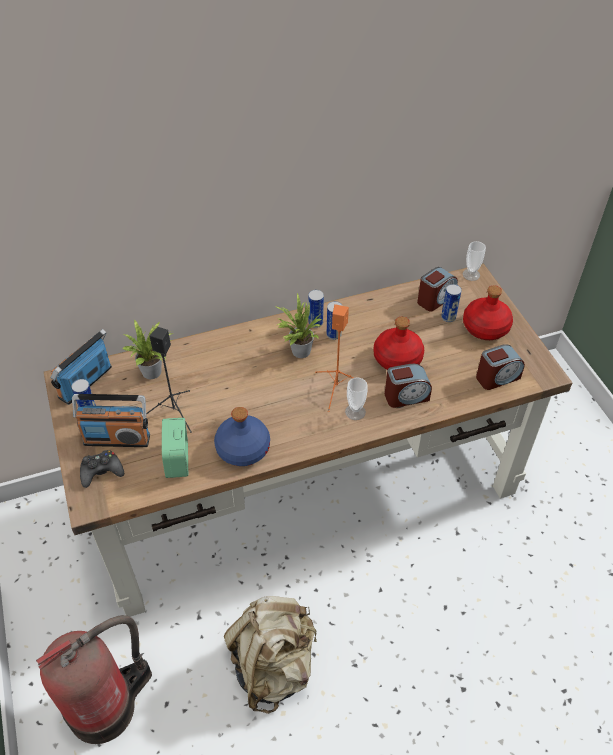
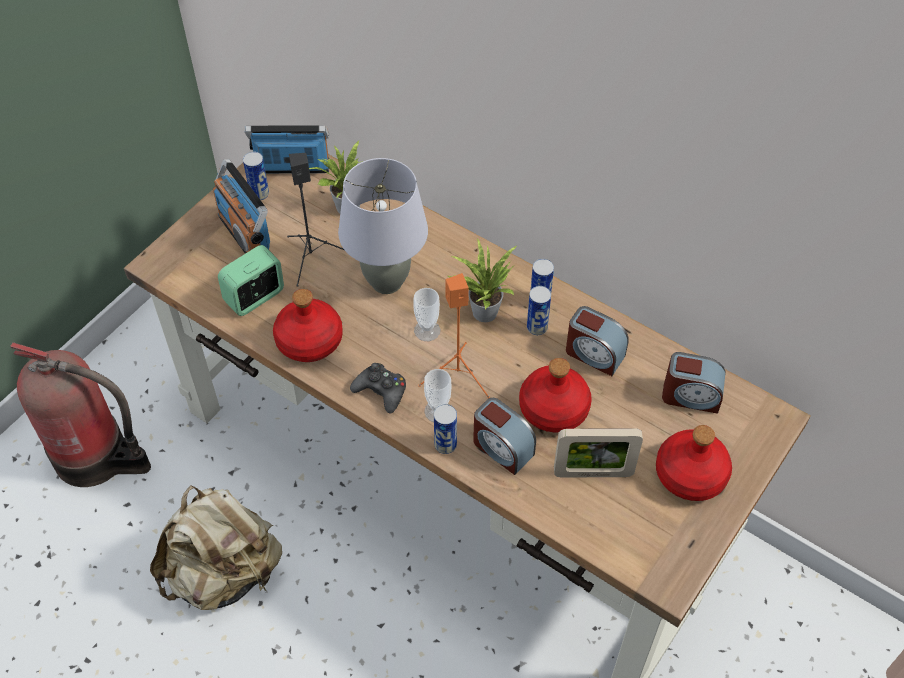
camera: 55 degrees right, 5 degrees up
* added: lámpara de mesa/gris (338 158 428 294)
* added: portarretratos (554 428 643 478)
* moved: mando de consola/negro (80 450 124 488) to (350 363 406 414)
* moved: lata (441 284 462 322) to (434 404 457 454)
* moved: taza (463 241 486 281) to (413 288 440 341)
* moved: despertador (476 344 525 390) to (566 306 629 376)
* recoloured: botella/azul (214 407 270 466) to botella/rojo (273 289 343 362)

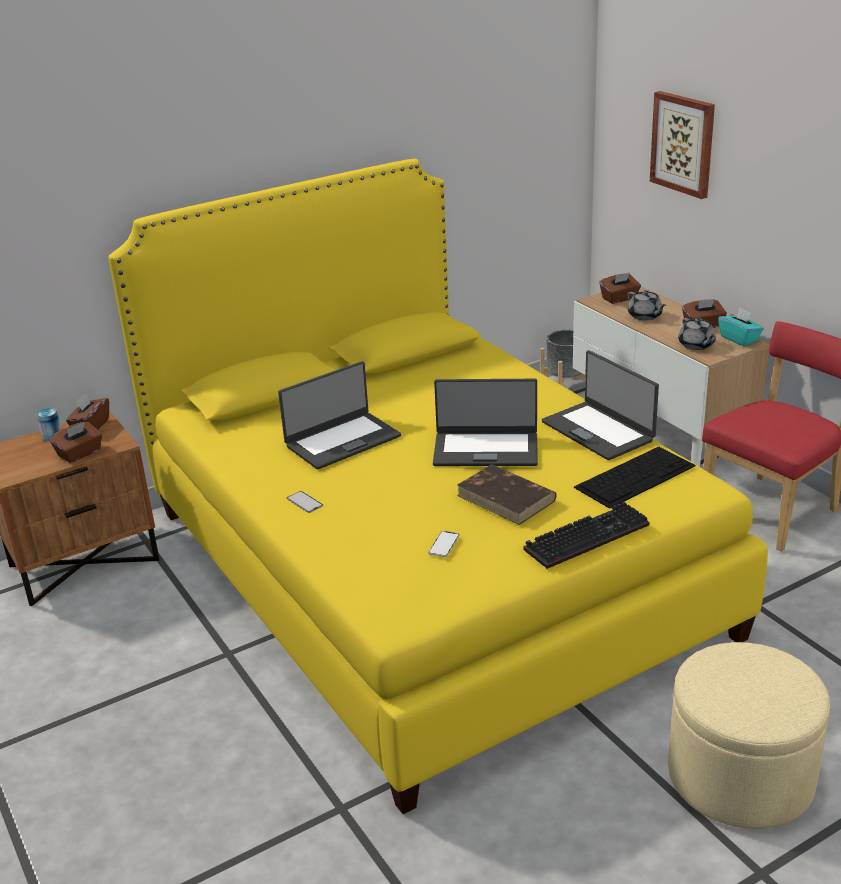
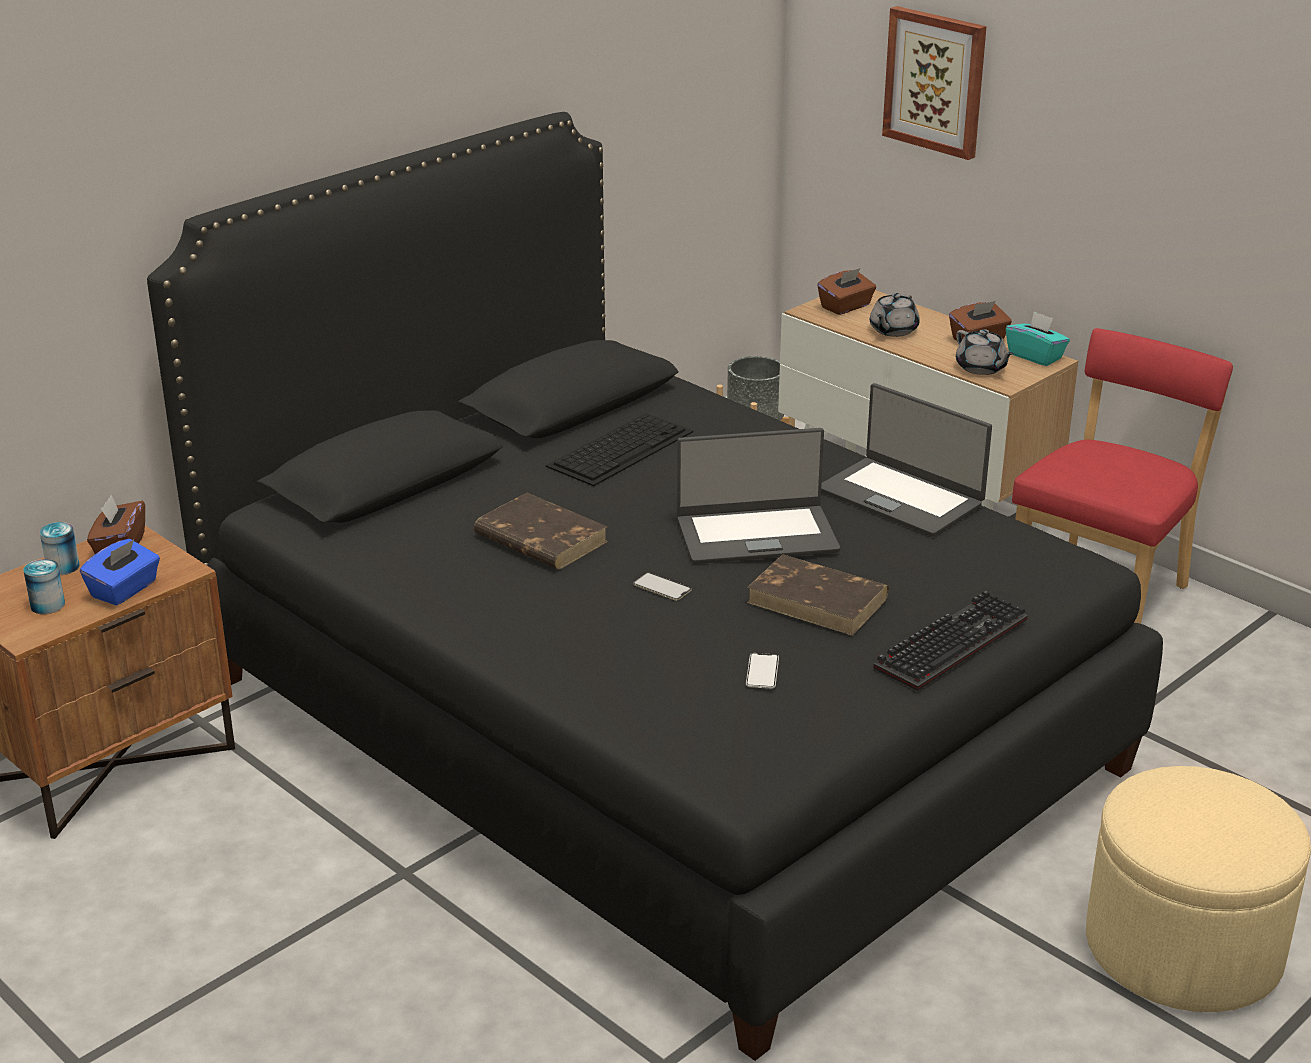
camera: 15 degrees left, 0 degrees up
* added: lata (23 559 65 614)
* moved: móvil (287 491 323 513) to (633 572 692 601)
* moved: teclado (574 447 696 509) to (546 413 693 486)
* replaced: portátil (278 361 401 469) to libro/marrón (474 493 608 570)
* recoloured: caja de pañuelos/marrón (50 421 102 463) to caja de pañuelos/azul (80 539 160 606)
* recoloured: cama/amarillo (108 159 768 814) to cama/negro (147 112 1163 1061)
* turned: tetera/gris (628 290 666 320) = (870 293 920 337) 75 degrees clockwise

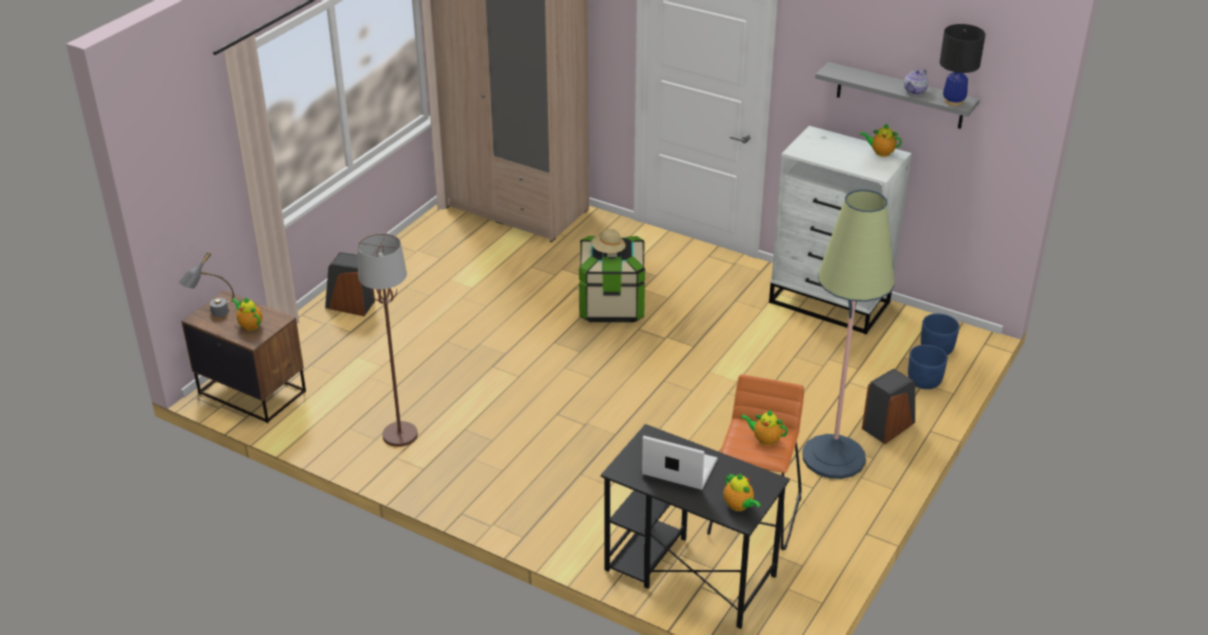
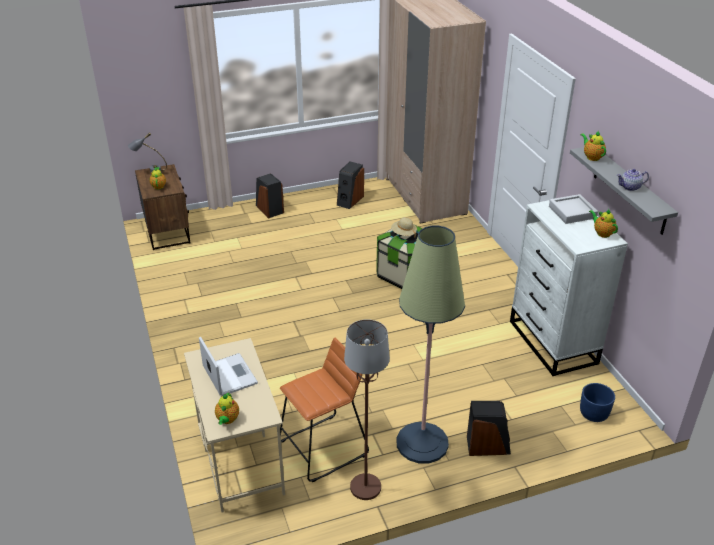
camera: 40 degrees right, 0 degrees up
* removed: maceta/azul (908 345 948 389)
* removed: lámpara de mesa/negro (940 24 985 106)
* added: altavoz (337 162 364 209)
* added: bandeja/gris (549 194 598 224)
* moved: lámpara de pie/marrón (358 233 418 447) to (344 319 390 500)
* moved: tetera (741 409 788 446) to (581 131 606 161)
* recoloured: escritorio/negro (601 424 790 629) to escritorio/beis (184 338 285 512)

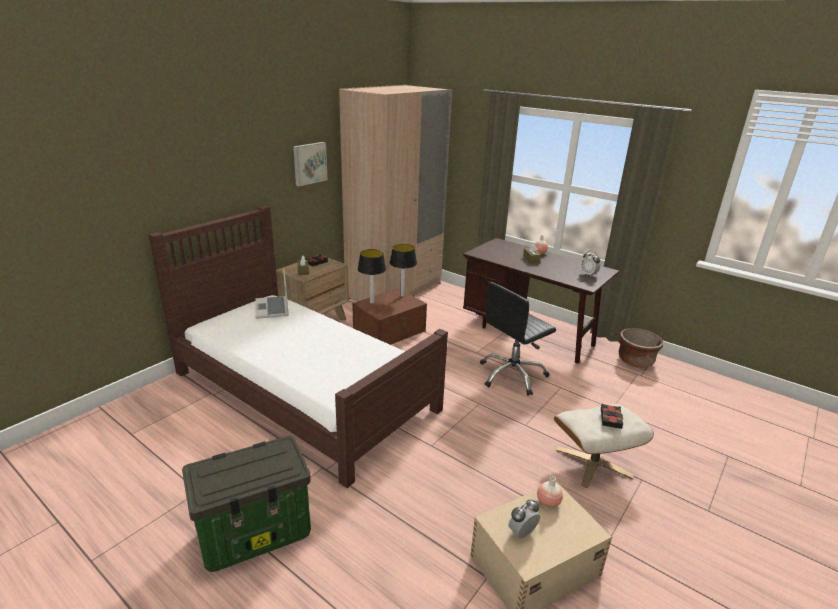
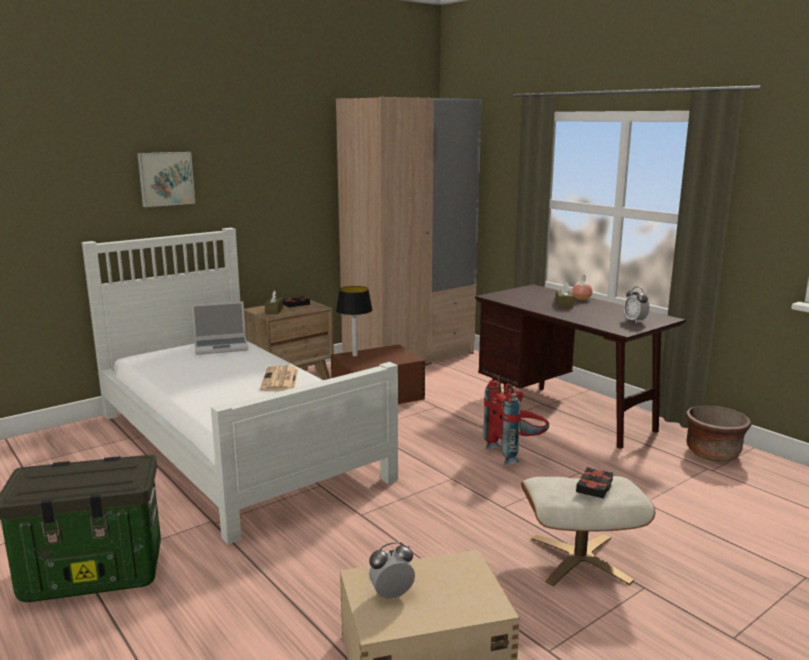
camera: 15 degrees right, 10 degrees down
* removed: lámpara de mesa (389 244 417 297)
* removed: florero (537 477 563 508)
* added: periódico (260 365 298 391)
* moved: cuadro (293 142 328 186) to (137 152 195 207)
* replaced: silla de oficina/negro (480 282 556 396) to mochila/rojo (483 375 549 465)
* recoloured: cama/marrón (148 206 448 488) to cama/blanco (82 228 398 545)
* turned: portátil (255 269 289 319) = (192 301 249 355) 105 degrees counterclockwise

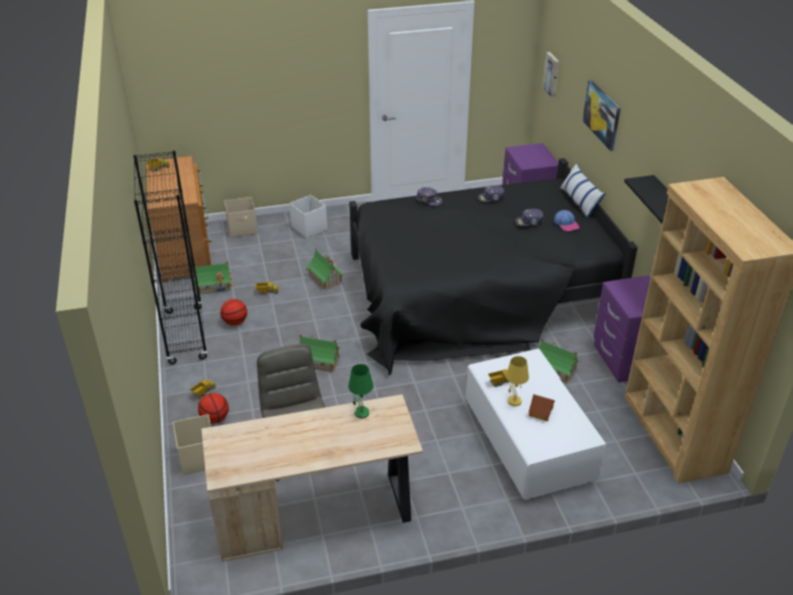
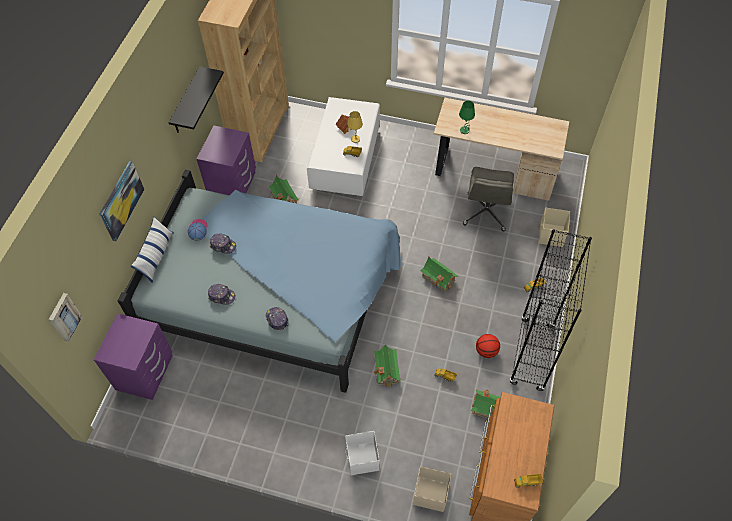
camera: 150 degrees left, 20 degrees up
* removed: balón de baloncesto (198 393 229 424)
* recoloured: cama/negro (349 158 638 375) to cama/azul (117 170 403 393)

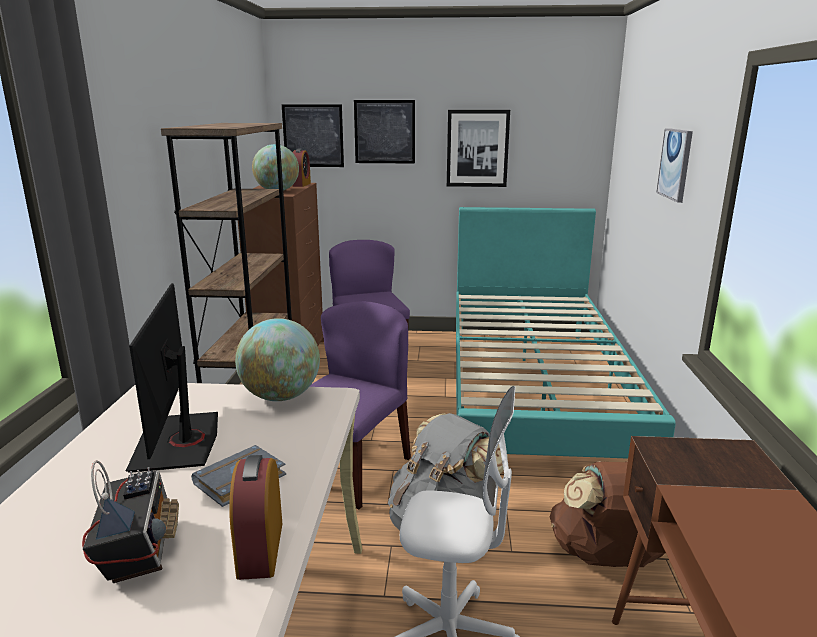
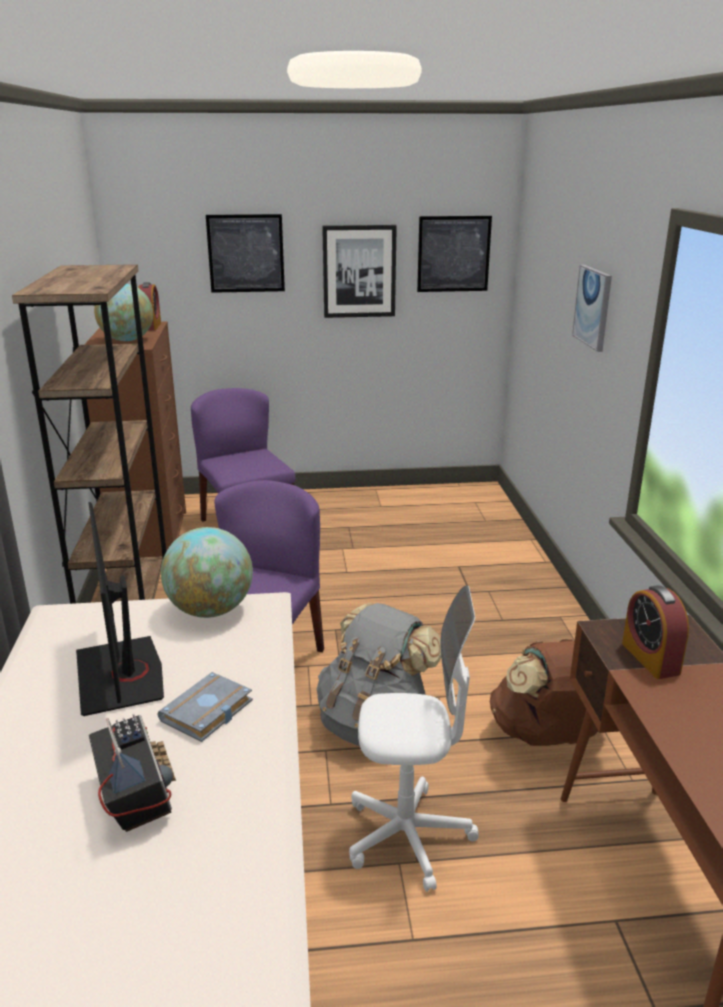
camera: 10 degrees left, 5 degrees up
* removed: cama/turquesa (456 207 676 459)
* moved: despertador (229 455 282 580) to (622 585 689 679)
* moved: cuadro (282 104 344 167) to (417 216 492 292)

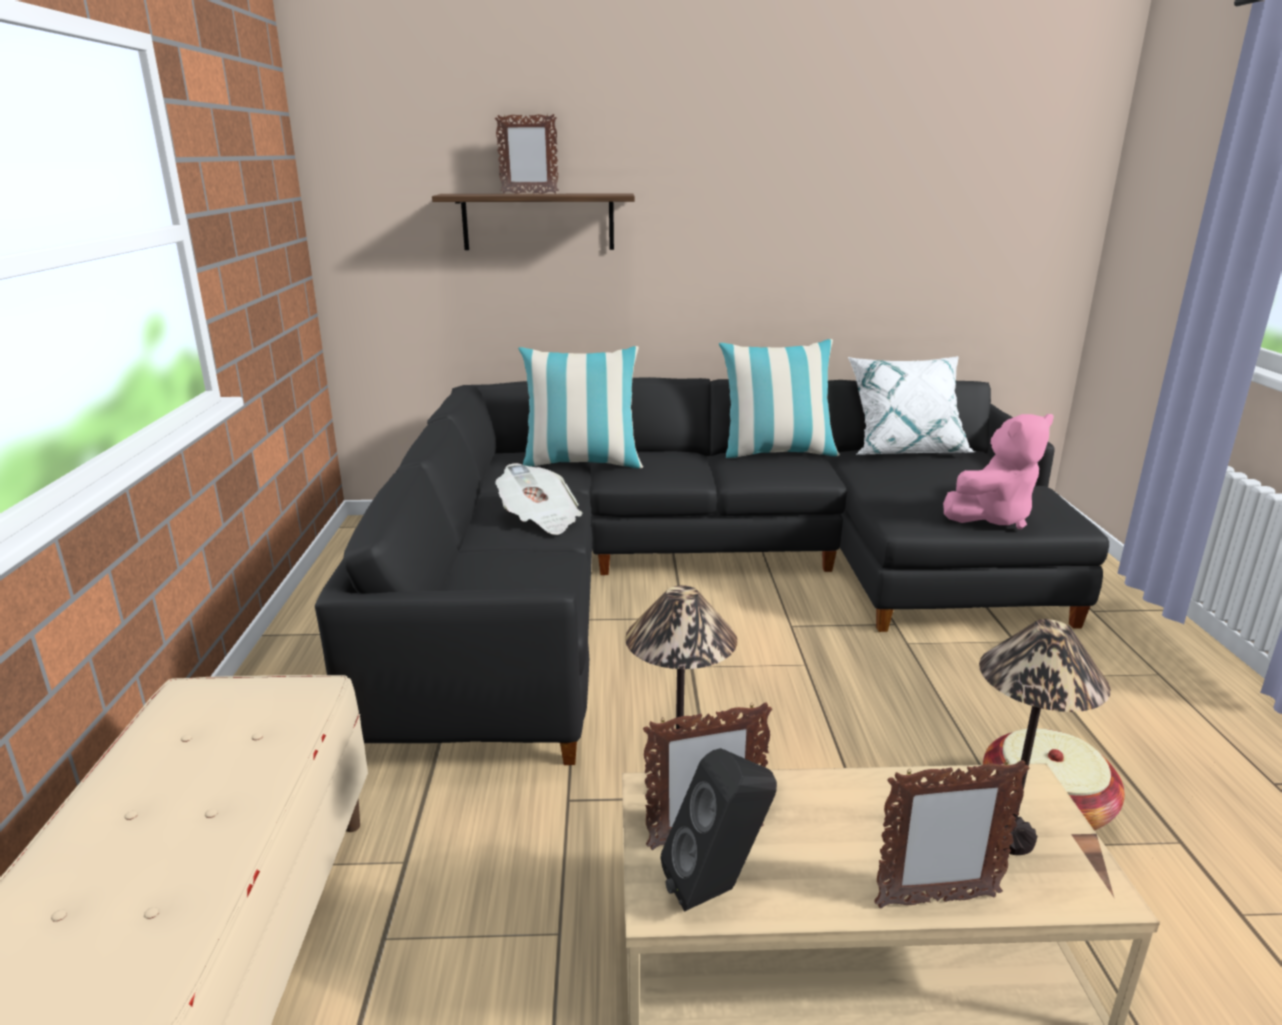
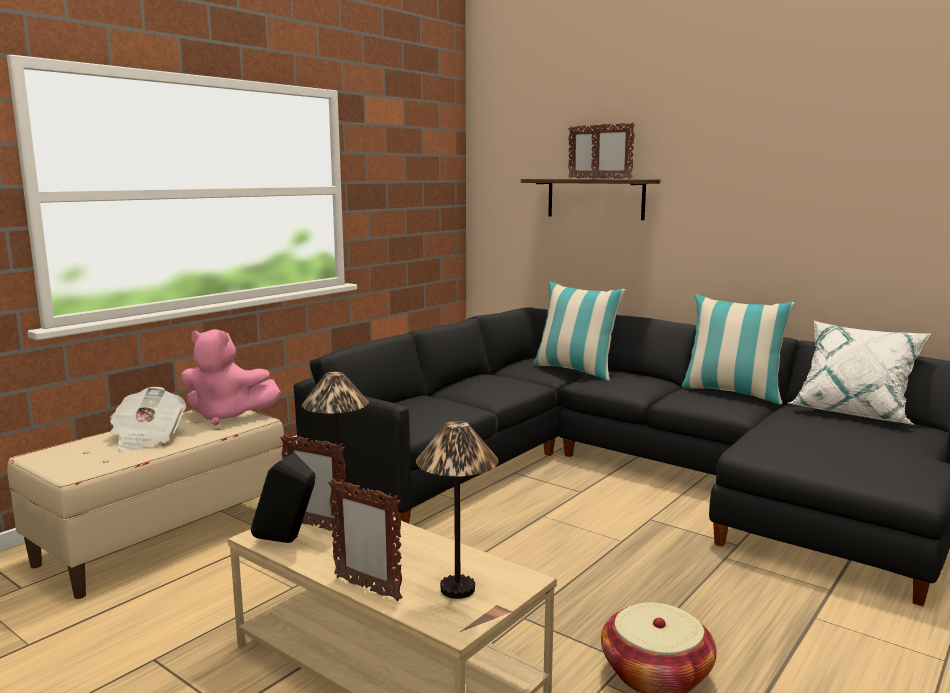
camera: 40 degrees right, 10 degrees down
* added: portarretratos (591 122 635 179)
* moved: periódico (495 463 583 535) to (110 387 186 451)
* moved: peluche/rosa (943 414 1054 529) to (181 329 281 425)

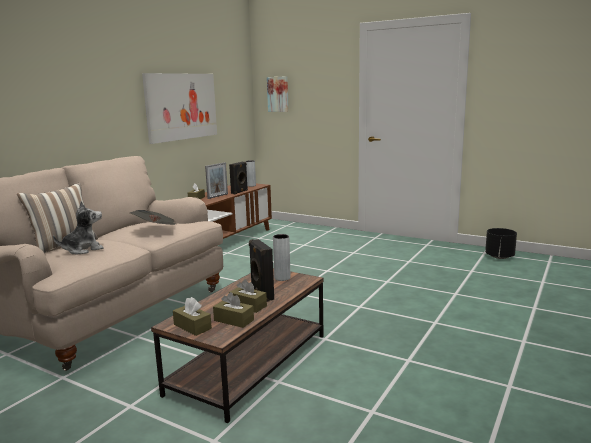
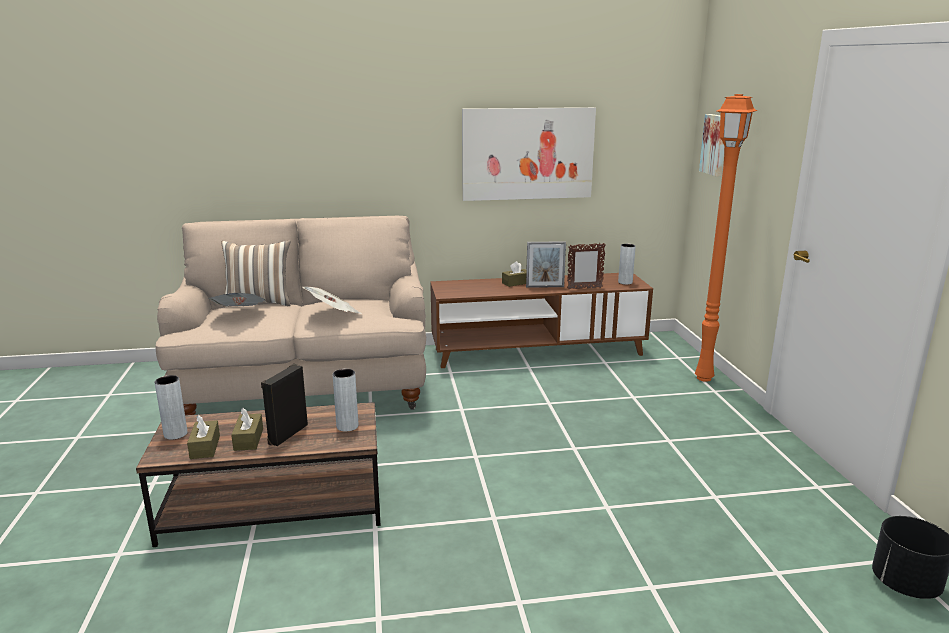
camera: 50 degrees right, 5 degrees up
* added: lámpara de pie/naranja (695 94 757 382)
* replaced: peluche (53 201 104 254) to periódico (208 293 265 306)
* replaced: caja de pañuelos/marrón (173 297 212 336) to florero/gris (155 375 187 440)
* replaced: altavoz/negro (229 161 248 194) to portarretratos (567 243 606 289)

